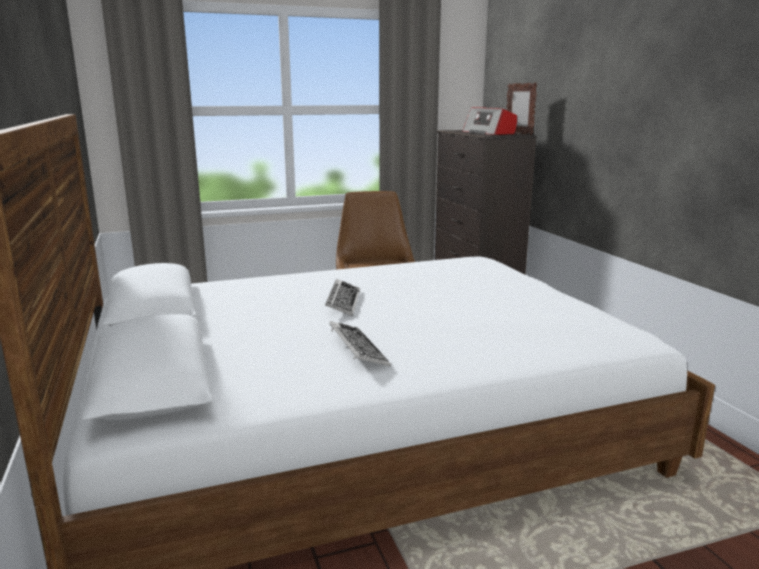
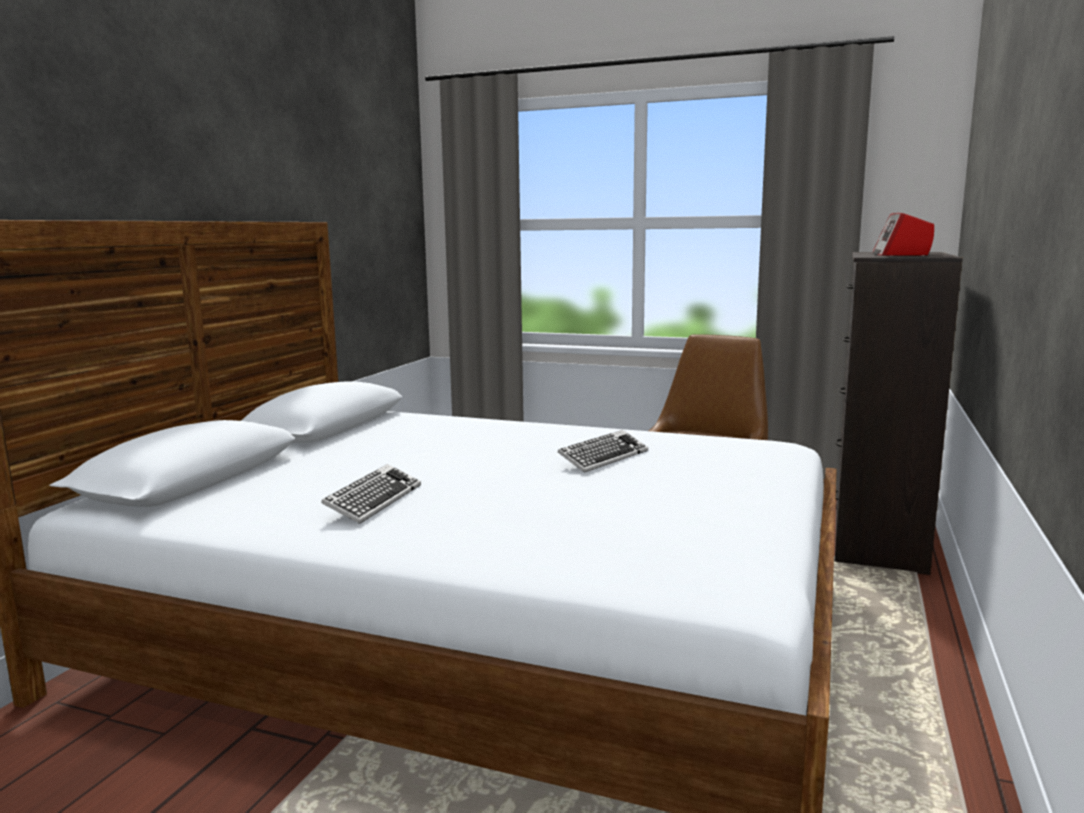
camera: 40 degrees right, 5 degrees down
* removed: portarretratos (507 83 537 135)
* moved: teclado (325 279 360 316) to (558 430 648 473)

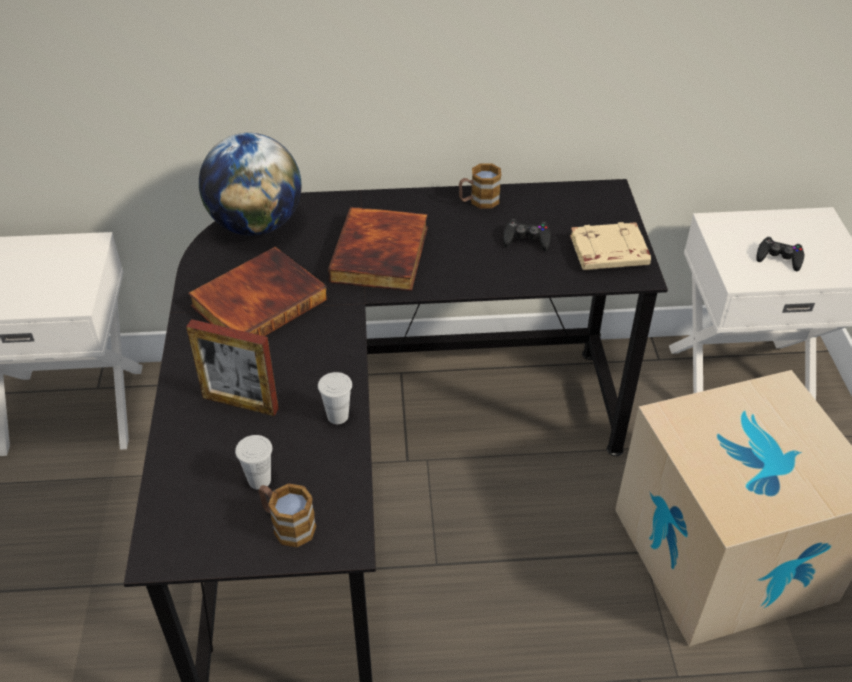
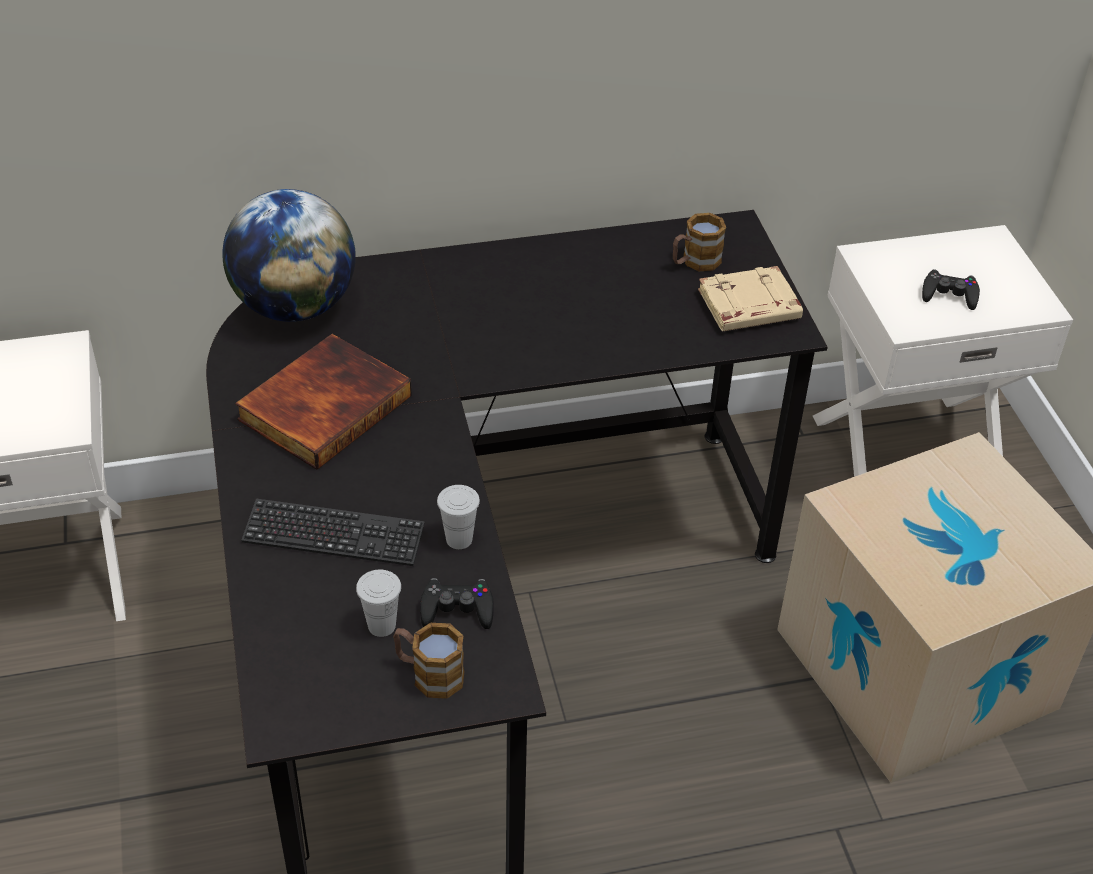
camera: 10 degrees left, 0 degrees up
* removed: libro (328 207 428 291)
* moved: taza grande (459 163 501 209) to (673 213 726 271)
* moved: mando de consola/negro (503 219 551 251) to (420 578 494 629)
* replaced: portarretratos (186 319 279 416) to teclado (241 499 425 566)

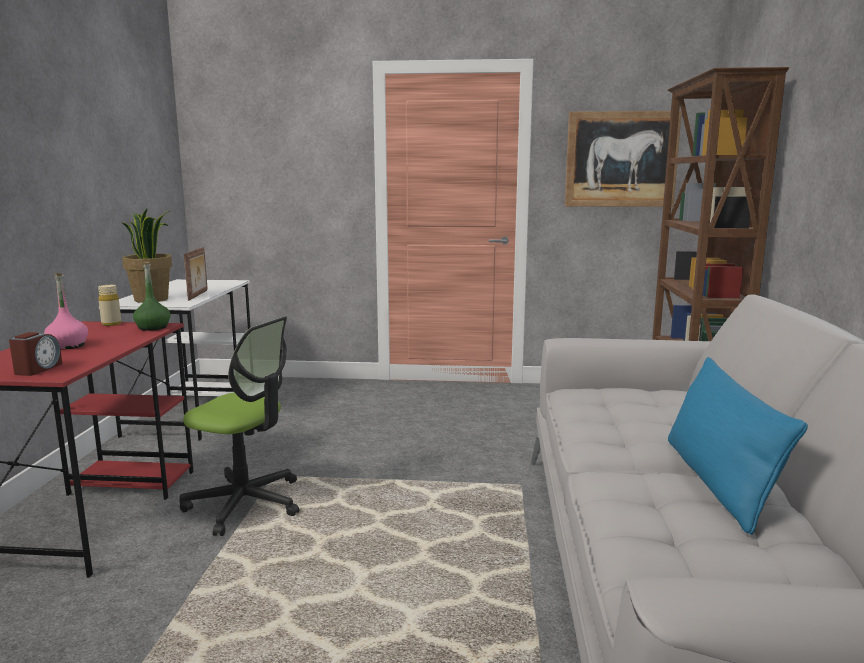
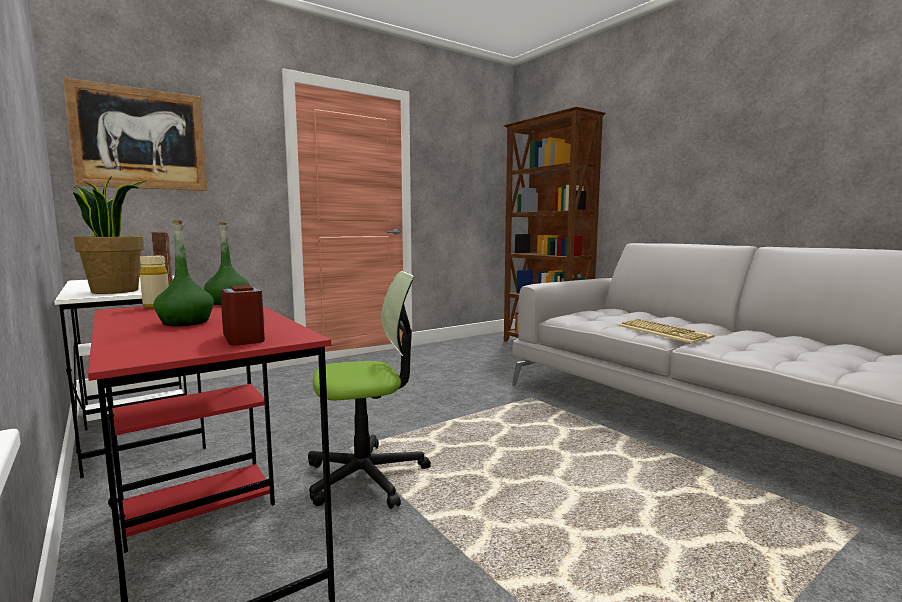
camera: 40 degrees left, 5 degrees down
* removed: cojín/azul (668 357 808 535)
* added: teclado (619 319 714 343)
* moved: cuadro (565 111 682 207) to (63 77 207 191)
* recoloured: botella/rosa (44 273 88 350) to botella/verde (153 220 214 326)

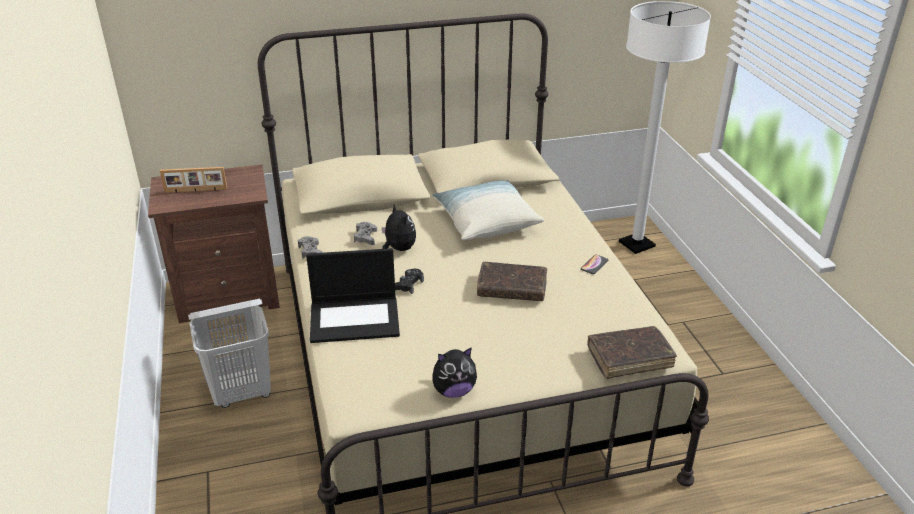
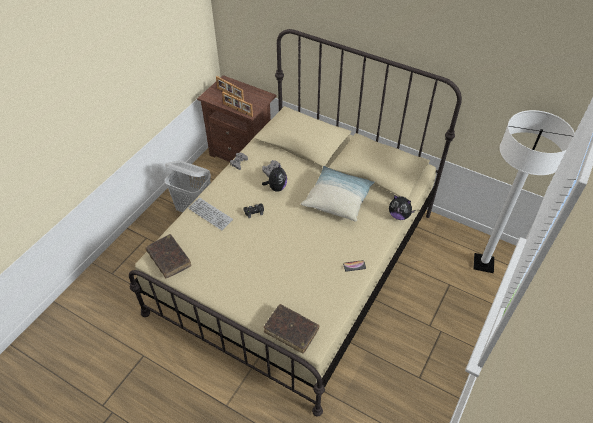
camera: 45 degrees right, 15 degrees up
* added: portarretratos (222 92 253 117)
* moved: peluche (432 347 477 398) to (389 195 415 220)
* moved: libro/marrón (477 262 547 301) to (146 234 192 278)
* replaced: portátil (306 248 400 343) to teclado (188 198 233 230)

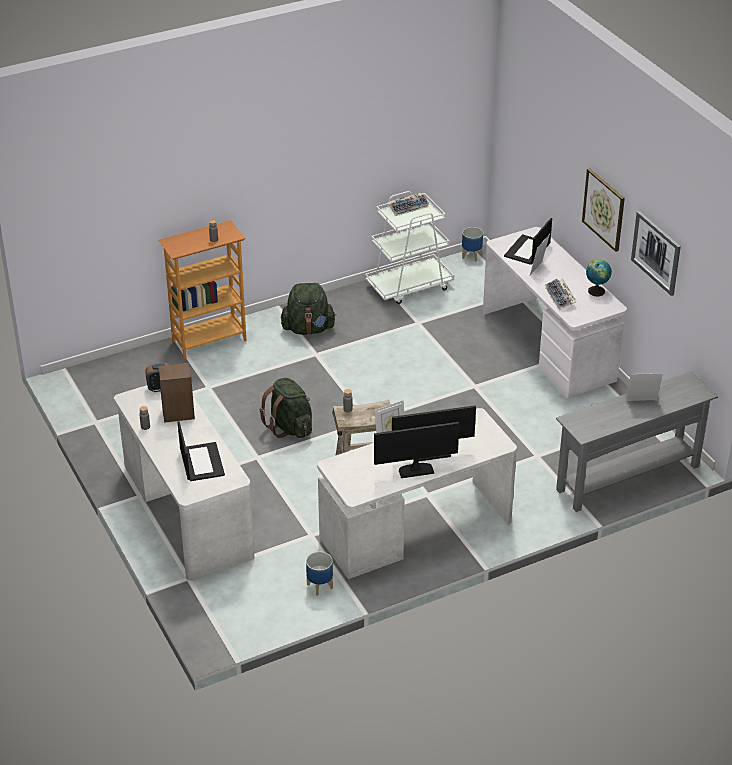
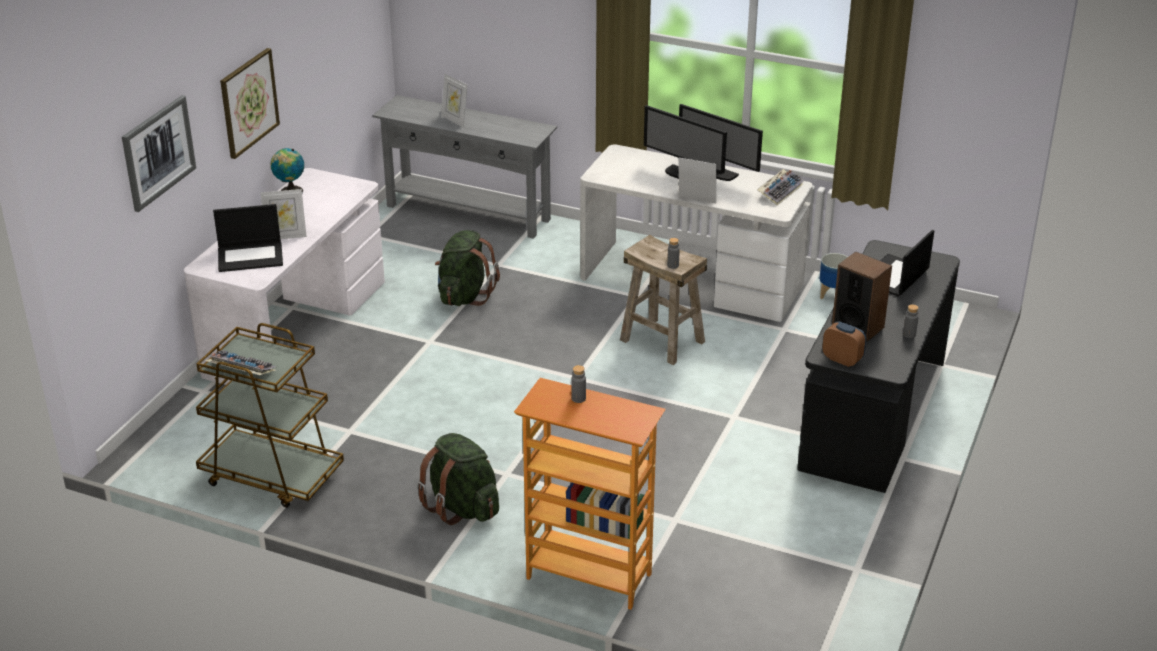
camera: 130 degrees left, 5 degrees down
* removed: maceta (462 227 483 262)
* moved: mochila/verde (260 378 312 438) to (435 230 500 306)
* moved: teclado (545 278 577 310) to (757 169 804 205)
* moved: cuadro (631 211 681 296) to (122 95 196 212)
* recoloured: escritorio/blanco (114 385 254 581) to escritorio/negro (797 240 960 493)
* recoloured: carrito/blanco (365 191 454 304) to carrito/marrón (196 323 344 508)

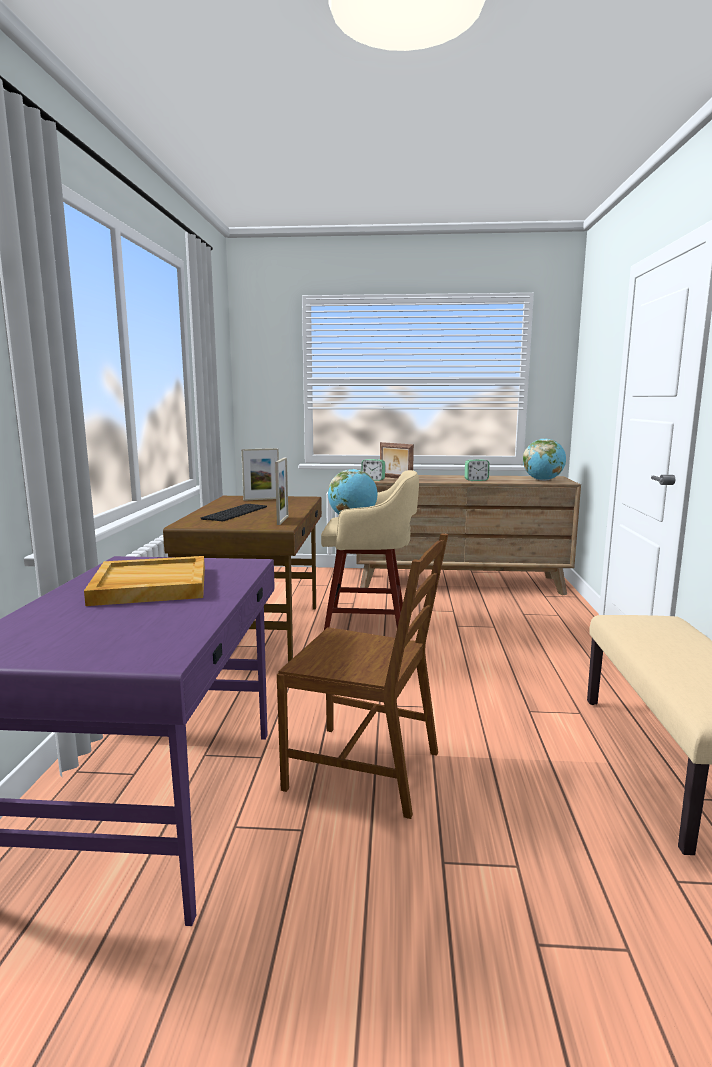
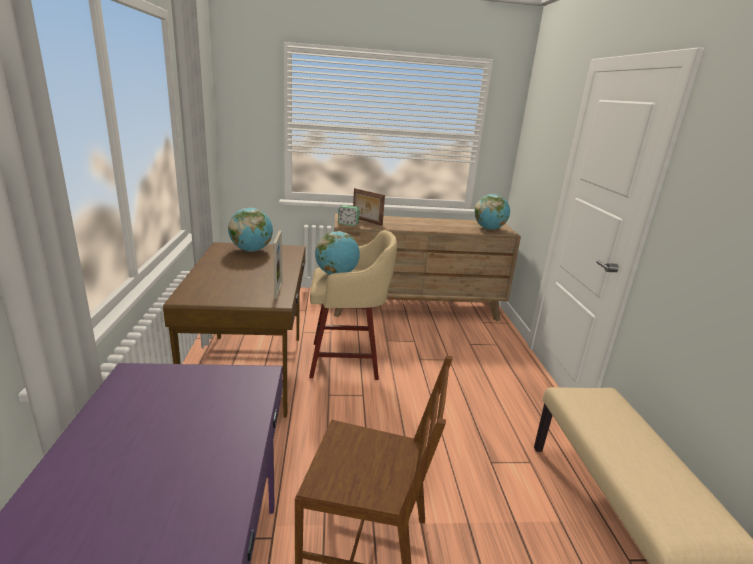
camera: 10 degrees left, 10 degrees up
* removed: bandeja/beis (84 556 205 606)
* removed: teclado (201 504 267 522)
* removed: despertador (465 459 489 481)
* replaced: portarretratos (241 448 279 501) to globo terráqueo (228 208 273 252)

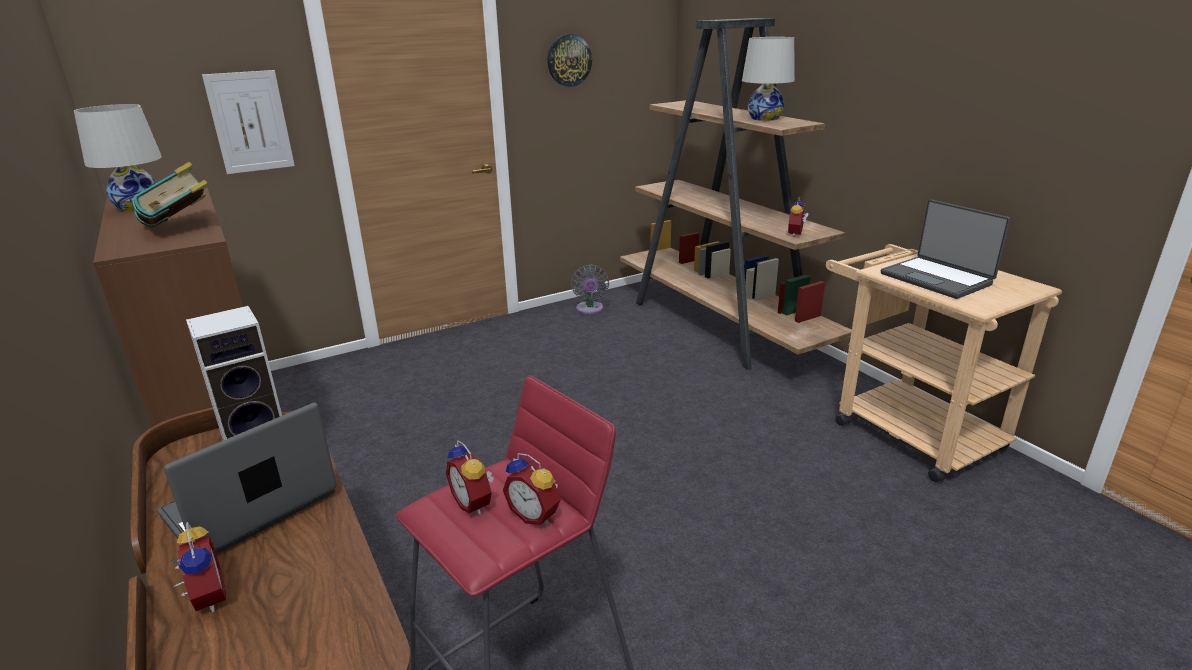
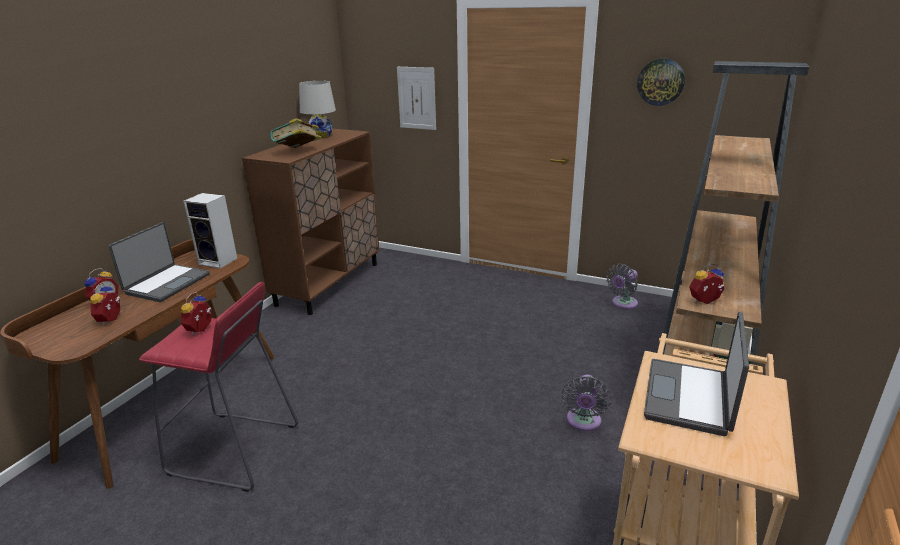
camera: 55 degrees right, 0 degrees up
* removed: lámpara de mesa/blanco (742 37 795 121)
* added: ventilador/gris (562 374 611 431)
* moved: despertador (503 453 561 525) to (90 283 120 325)
* turned: portátil (158 403 337 555) = (108 222 210 302) 105 degrees clockwise

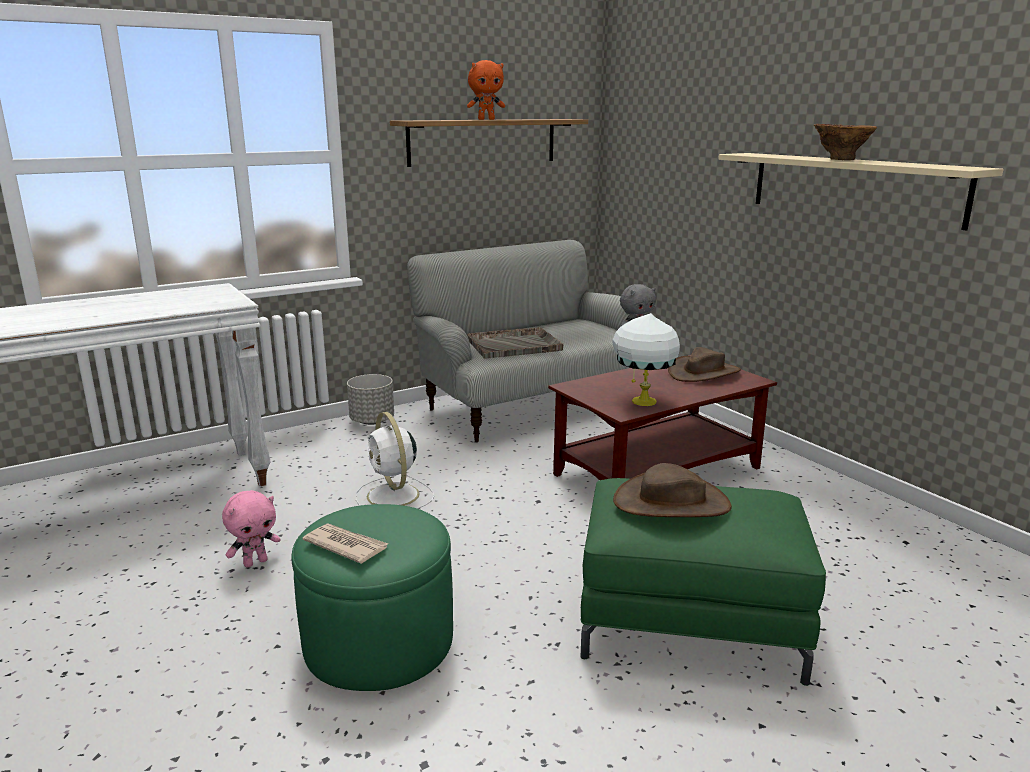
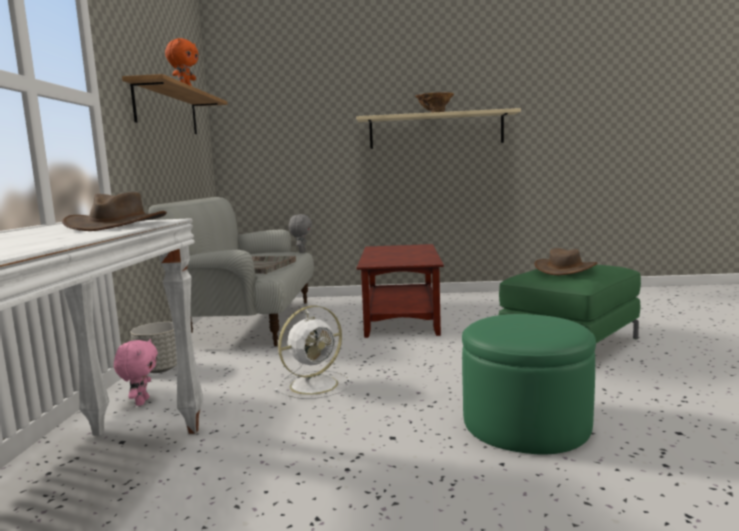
camera: 55 degrees left, 10 degrees down
* removed: periódico (302 523 388 564)
* removed: lámpara de mesa/blanco (613 313 680 406)
* moved: peluche/rosa (222 490 281 568) to (114 339 158 406)
* moved: sombrero/marrón (668 347 741 382) to (62 192 167 231)
* turned: ventilador/blanco (356 412 434 509) = (275 306 351 399) 45 degrees counterclockwise

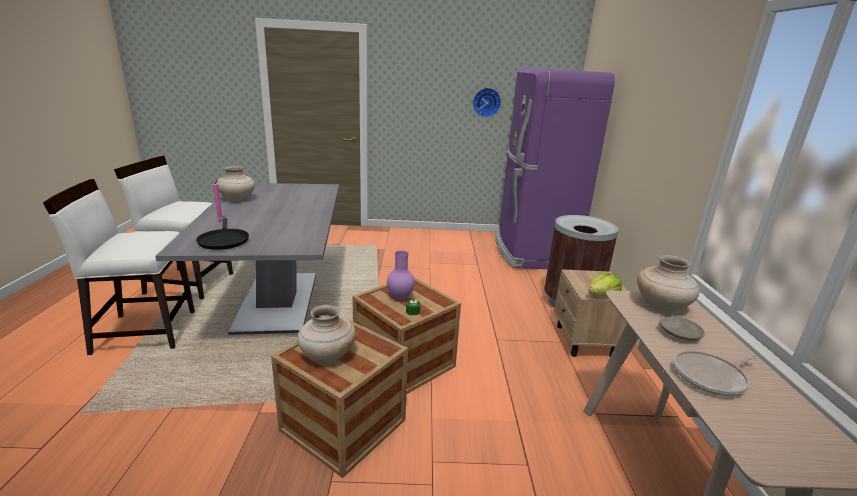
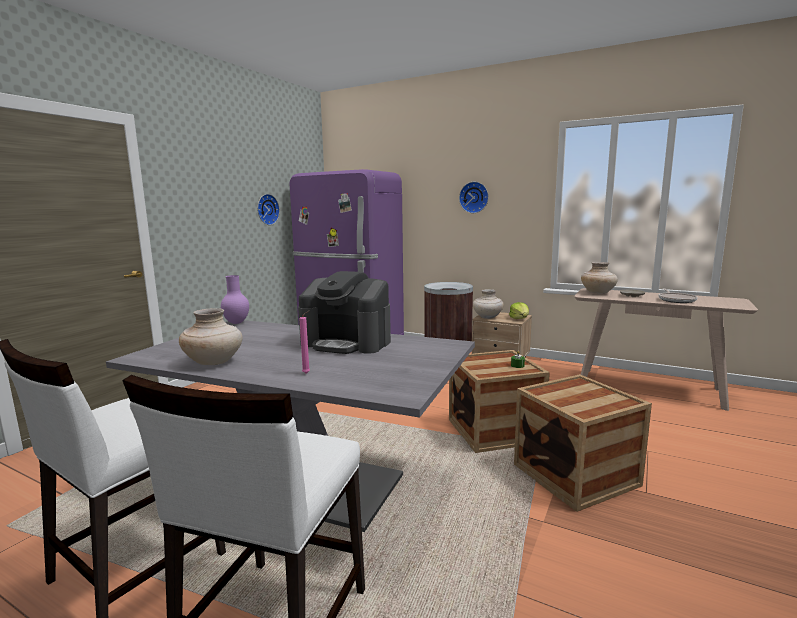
camera: 60 degrees left, 10 degrees down
* removed: sartén/negro (196 218 249 250)
* added: cafetera (298 271 391 354)
* added: reloj de pared (459 181 489 213)
* moved: florero/beis (297 305 356 363) to (473 289 504 319)
* moved: florero/morado (387 251 415 300) to (221 275 249 324)

